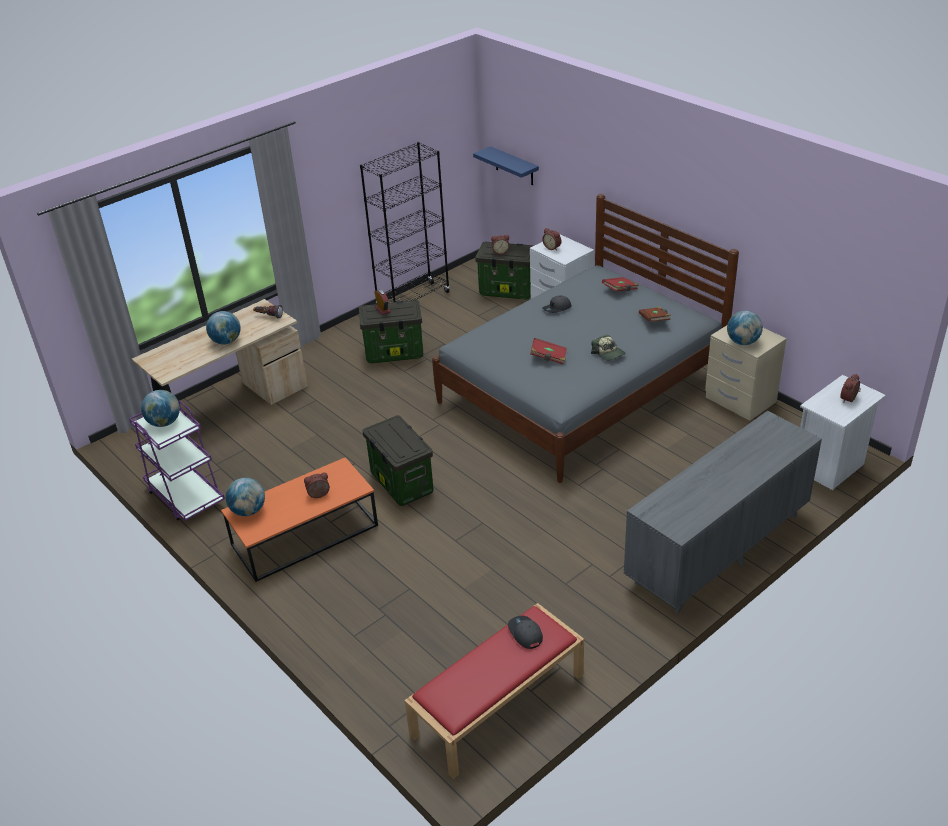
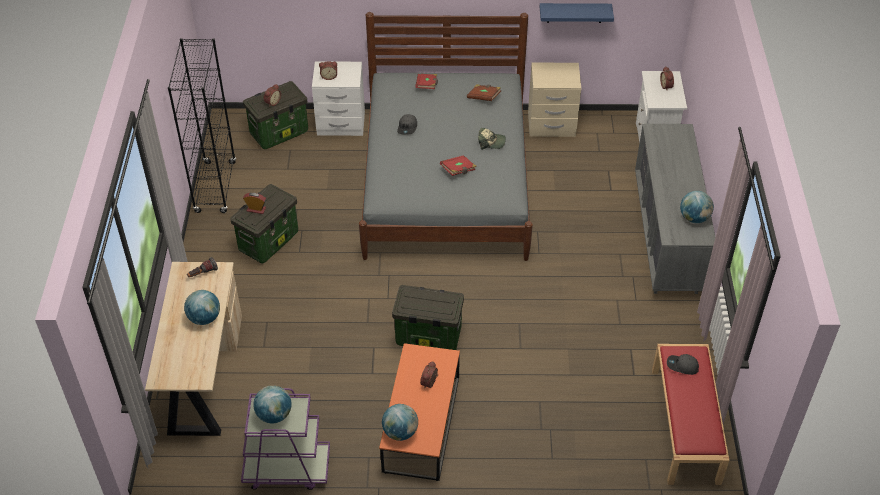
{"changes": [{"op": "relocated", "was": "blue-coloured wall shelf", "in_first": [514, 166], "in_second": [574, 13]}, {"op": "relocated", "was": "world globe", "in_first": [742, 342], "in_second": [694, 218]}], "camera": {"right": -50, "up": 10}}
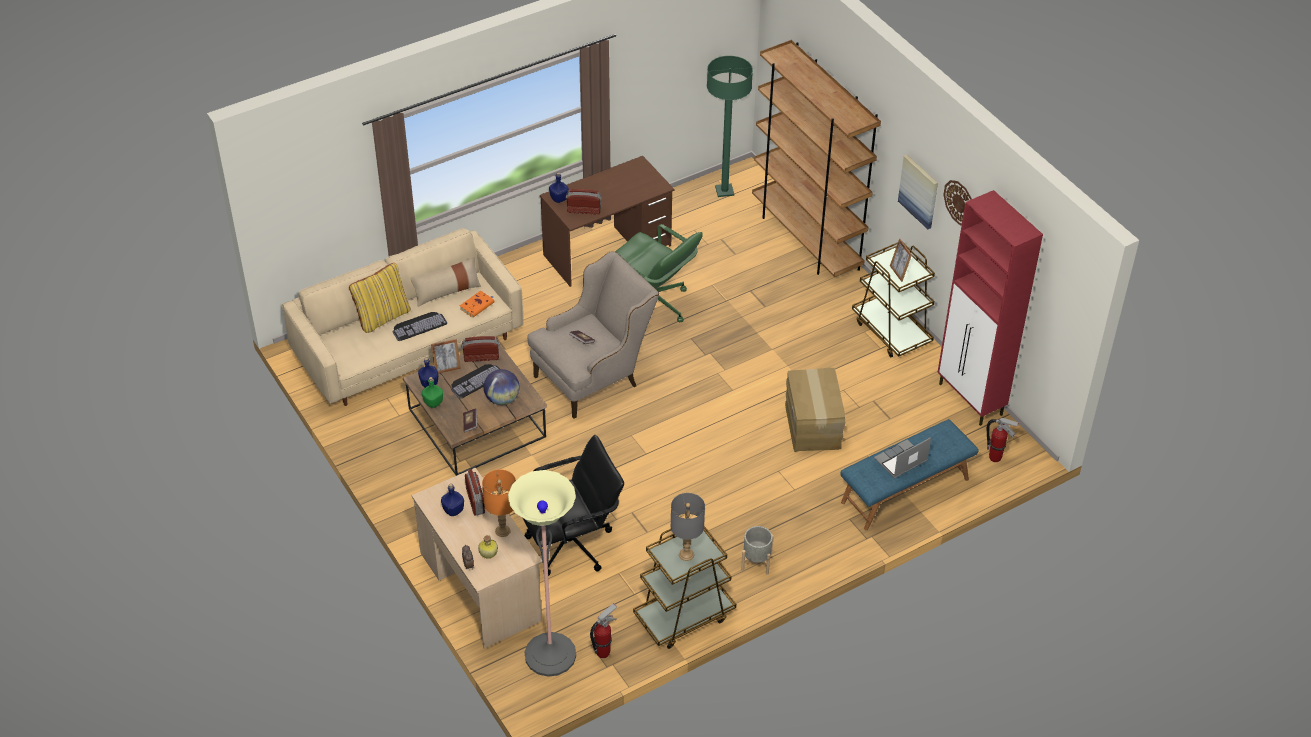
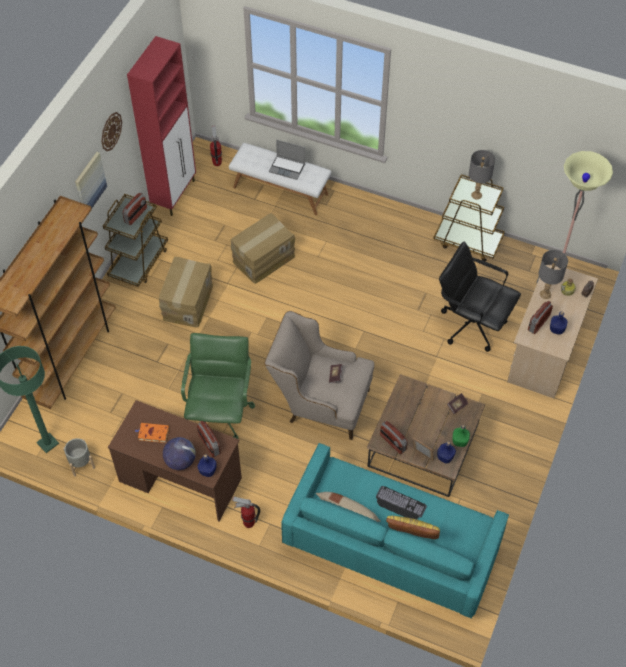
{"changes": [{"op": "colour", "was": "beige sofa", "now": "turquoise-coloured sofa", "in_first": [408, 346], "in_second": [391, 545]}, {"op": "exchanged", "was": "picture frame", "now": "radio receiver", "in_first": [899, 273], "in_second": [136, 215]}, {"op": "relocated", "was": "orange-coloured bound book", "in_first": [477, 305], "in_second": [152, 433]}, {"op": "missing", "was": "keyboard", "in_first": [476, 380]}, {"op": "relocated", "was": "world globe", "in_first": [502, 399], "in_second": [180, 461]}, {"op": "colour", "was": "blue-coloured indoor bench", "now": "white indoor bench", "in_first": [905, 491], "in_second": [280, 190]}, {"op": "colour", "was": "orange-coloured lamp for a table", "now": "gray lamp for a table", "in_first": [502, 531], "in_second": [545, 294]}, {"op": "relocated", "was": "gray planter", "in_first": [756, 562], "in_second": [81, 463]}, {"op": "relocated", "was": "fire extinguisher", "in_first": [603, 652], "in_second": [248, 523]}, {"op": "appeared", "now": "cardboard box", "in_second": [187, 302]}], "camera": {"right": -125, "up": 10}}
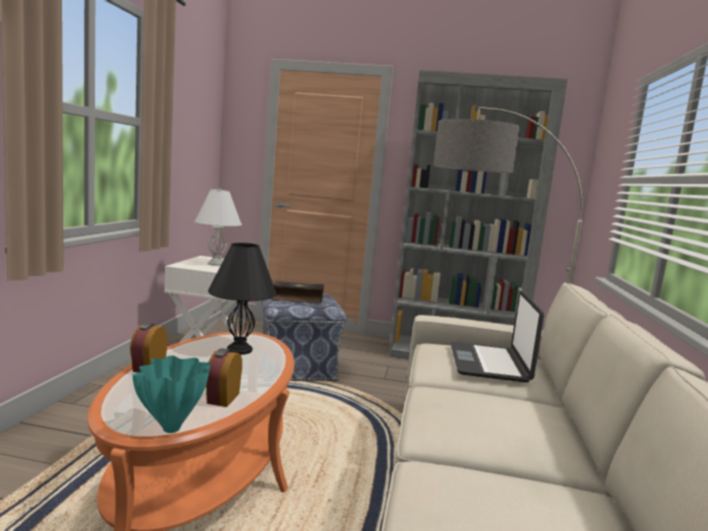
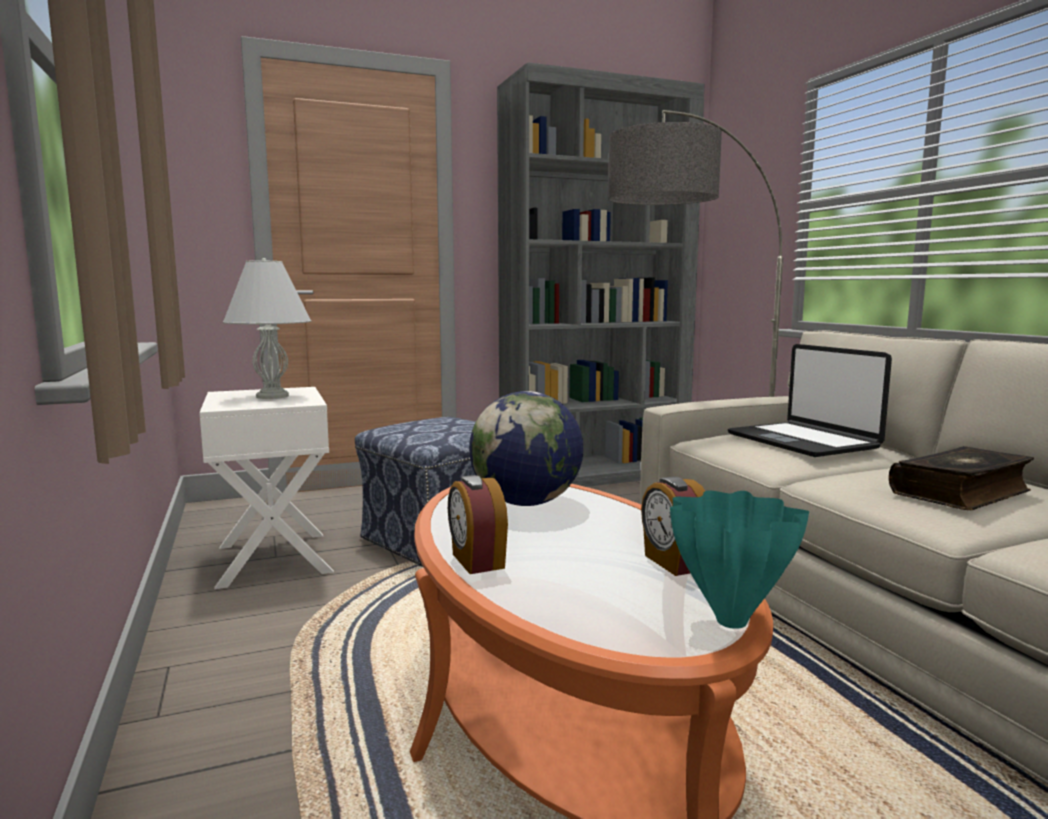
{"changes": [{"op": "exchanged", "was": "blackish lamp for a table", "now": "world globe", "in_first": [238, 350], "in_second": [526, 503]}, {"op": "relocated", "was": "bound book", "in_first": [297, 299], "in_second": [961, 493]}], "camera": {"right": -30, "up": 0}}
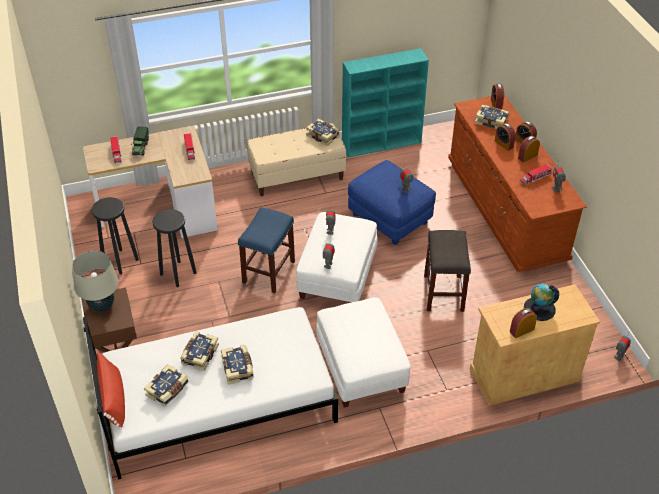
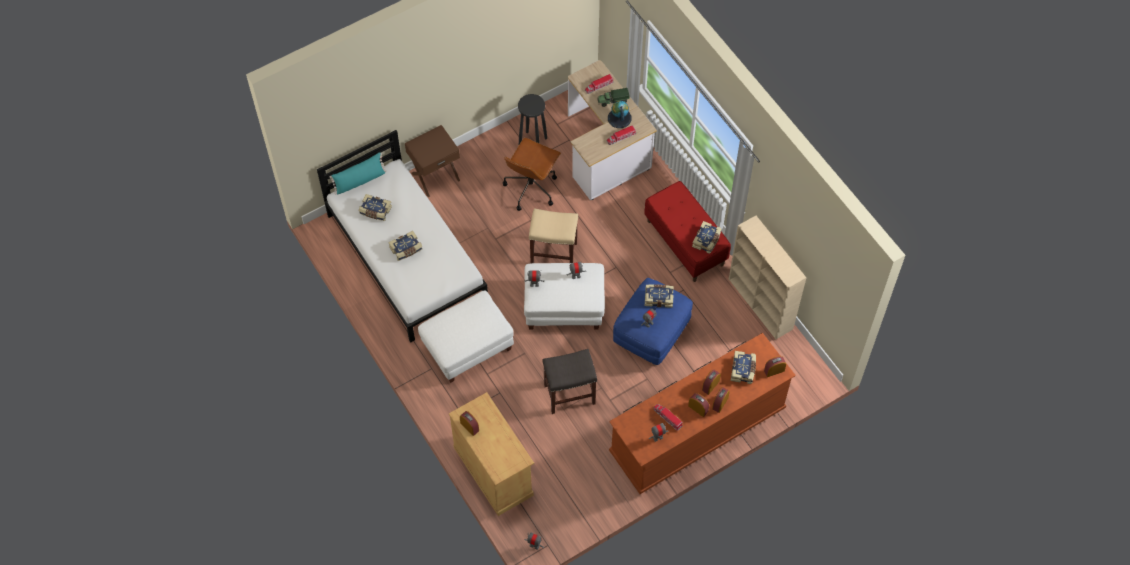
{"changes": [{"op": "colour", "was": "turquoise-coloured bookshelf", "now": "beige bookshelf", "in_first": [382, 143], "in_second": [761, 304]}, {"op": "colour", "was": "beige indoor bench", "now": "reddish indoor bench", "in_first": [297, 176], "in_second": [685, 243]}, {"op": "colour", "was": "blue-coloured stool", "now": "beige stool", "in_first": [268, 271], "in_second": [554, 253]}, {"op": "exchanged", "was": "blackish stool", "now": "brownish desk chair", "in_first": [177, 274], "in_second": [531, 188]}, {"op": "missing", "was": "beige lamp for a table", "in_first": [102, 306]}, {"op": "relocated", "was": "world globe", "in_first": [539, 309], "in_second": [619, 118]}, {"op": "relocated", "was": "bound book", "in_first": [199, 355], "in_second": [658, 297]}, {"op": "colour", "was": "reddish pillow", "now": "turquoise-coloured pillow", "in_first": [113, 399], "in_second": [360, 181]}], "camera": {"right": 75, "up": 15}}
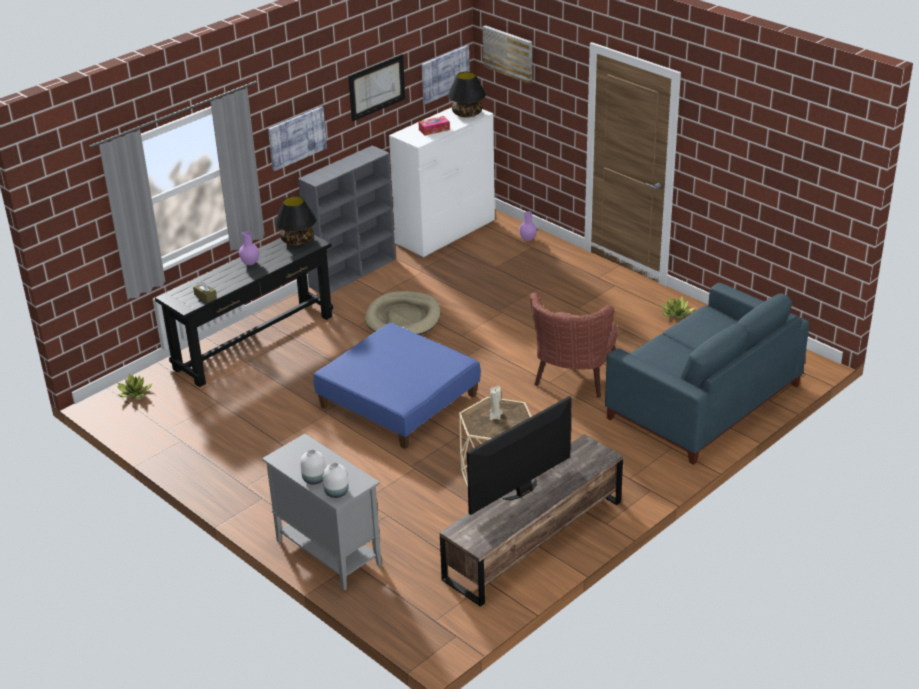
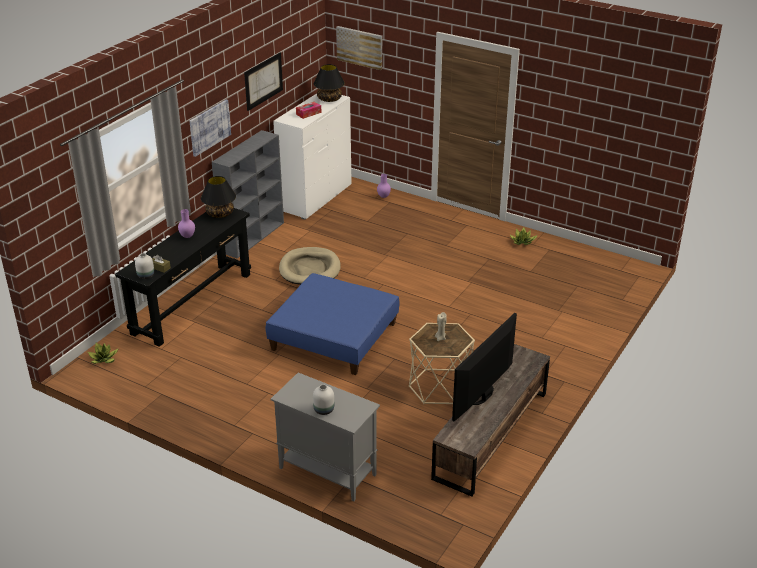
{"changes": [{"op": "missing", "was": "picture", "in_first": [445, 74]}, {"op": "missing", "was": "blue-coloured sofa", "in_first": [702, 401]}, {"op": "missing", "was": "brownish easy chair", "in_first": [572, 379]}, {"op": "relocated", "was": "white vase", "in_first": [336, 492], "in_second": [145, 276]}], "camera": {"right": -15, "up": 0}}
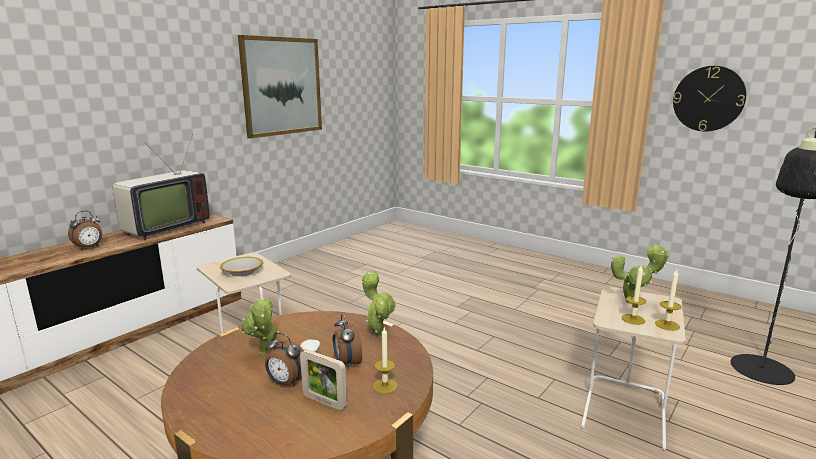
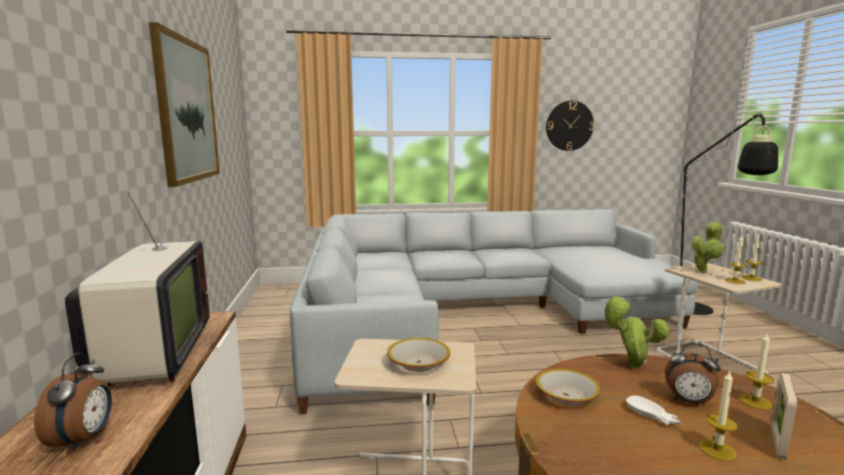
{"changes": [{"op": "missing", "was": "plant in a pot", "in_first": [264, 353]}, {"op": "exchanged", "was": "alarm clock", "now": "wax candle", "in_first": [286, 383], "in_second": [717, 450]}, {"op": "spun", "was": "picture frame", "in_first": [324, 402], "in_second": [778, 442], "clockwise": 135}, {"op": "appeared", "now": "gray sofa", "in_second": [473, 312]}, {"op": "appeared", "now": "bowl", "in_second": [566, 395]}], "camera": {"right": -45, "up": -5}}
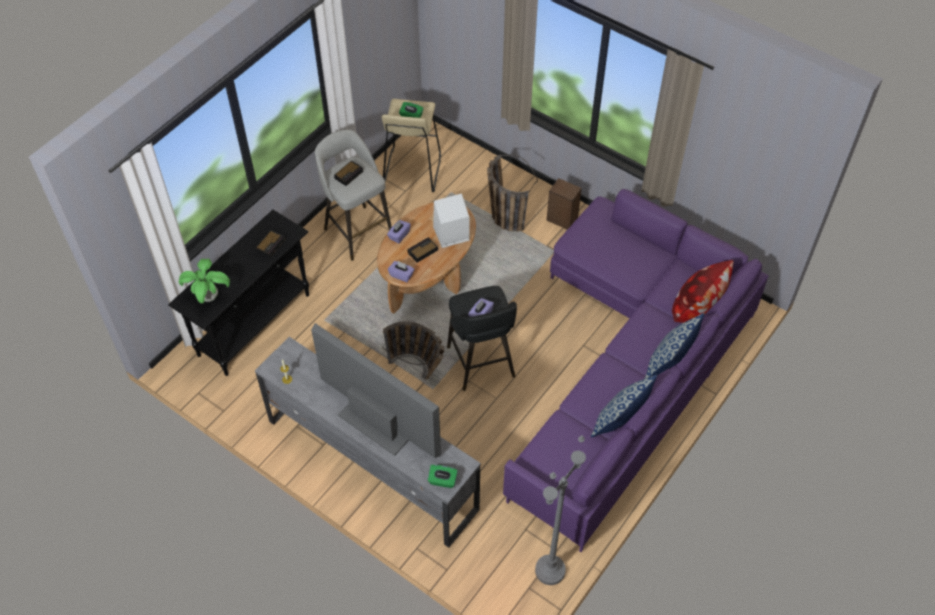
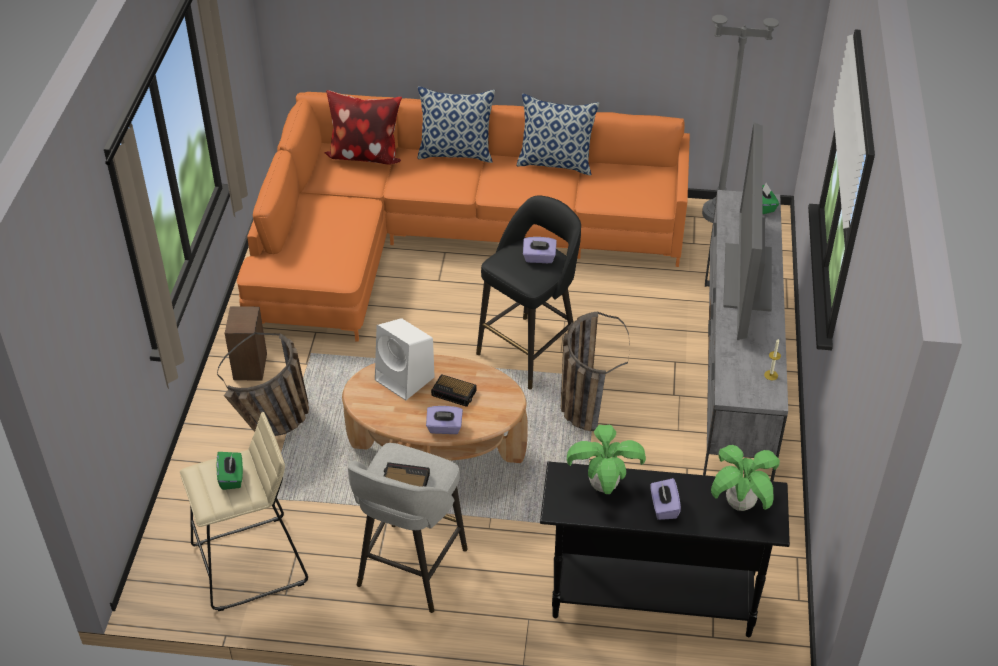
{"changes": [{"op": "colour", "was": "purplish sofa", "now": "orange-coloured sofa", "in_first": [628, 368], "in_second": [443, 237]}, {"op": "exchanged", "was": "alarm clock", "now": "plant in a pot", "in_first": [271, 245], "in_second": [603, 486]}, {"op": "relocated", "was": "purplish tissue box", "in_first": [401, 275], "in_second": [663, 507]}], "camera": {"right": -120, "up": -10}}
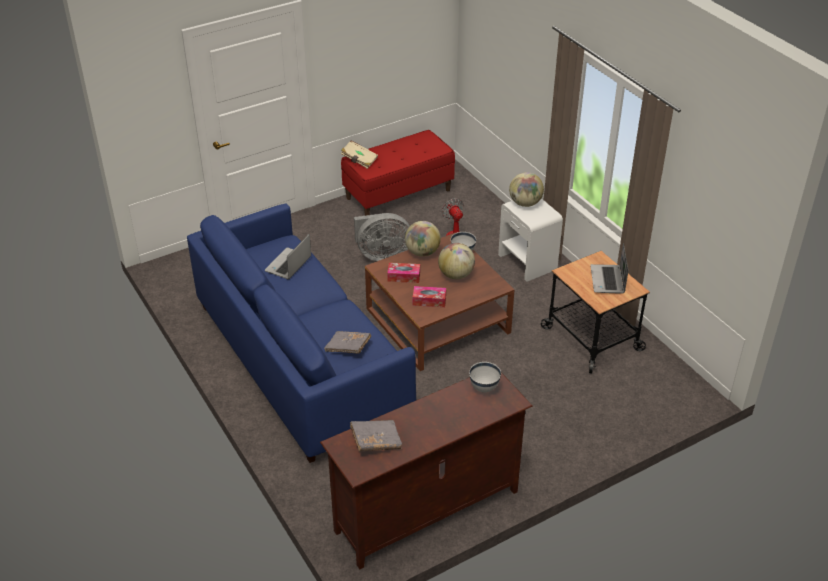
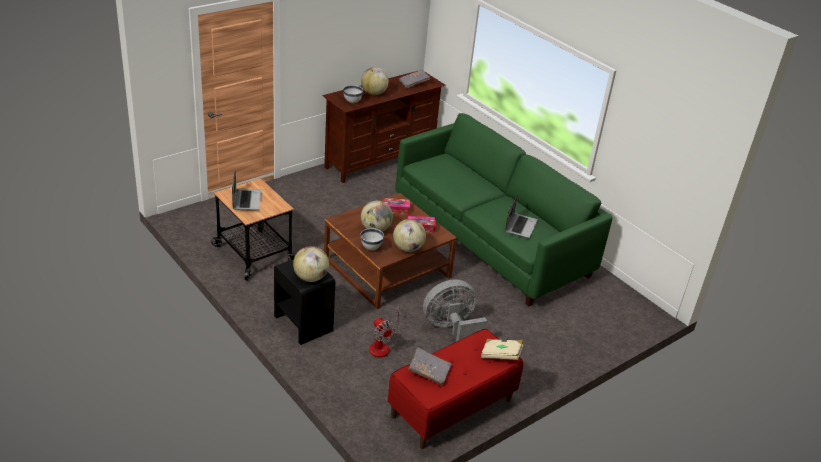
{"changes": [{"op": "colour", "was": "white night table", "now": "blackish night table", "in_first": [527, 262], "in_second": [303, 323]}, {"op": "colour", "was": "blue-coloured sofa", "now": "greenish sofa", "in_first": [301, 360], "in_second": [490, 238]}, {"op": "relocated", "was": "gray bound book", "in_first": [348, 348], "in_second": [429, 371]}, {"op": "appeared", "now": "world globe", "in_second": [374, 93]}], "camera": {"right": 170, "up": -5}}
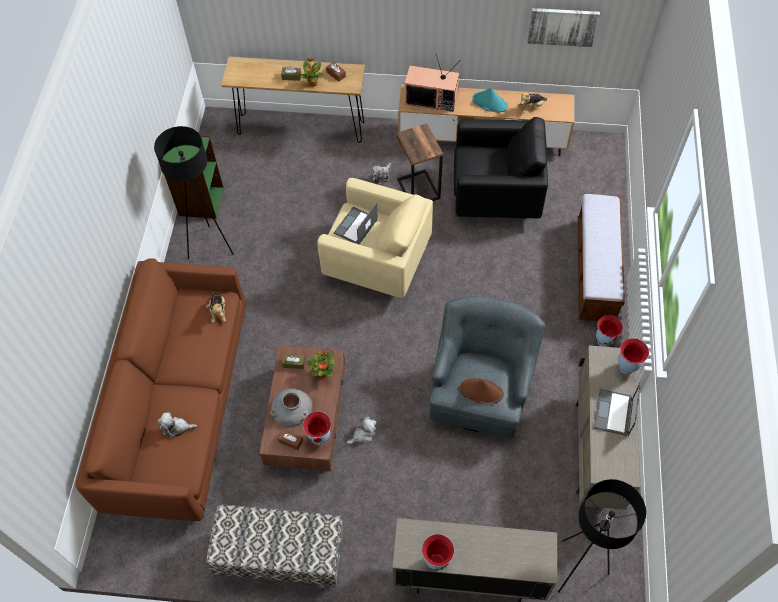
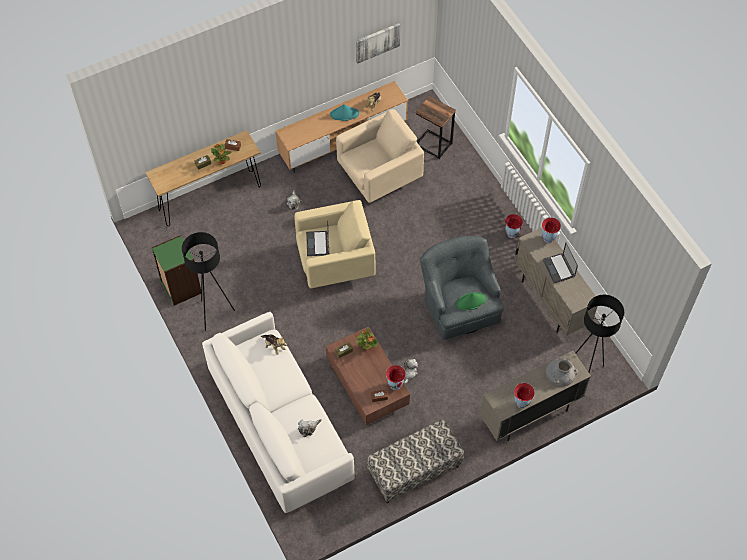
{"changes": [{"op": "missing", "was": "TV set", "in_first": [432, 98]}, {"op": "colour", "was": "blackish easy chair", "now": "beige easy chair", "in_first": [495, 195], "in_second": [379, 175]}, {"op": "relocated", "was": "accent table", "in_first": [418, 189], "in_second": [433, 144]}, {"op": "missing", "was": "indoor bench", "in_first": [595, 270]}, {"op": "colour", "was": "brownish sofa", "now": "white sofa", "in_first": [179, 406], "in_second": [279, 425]}, {"op": "colour", "was": "brownish hat", "now": "greenish hat", "in_first": [481, 391], "in_second": [471, 301]}, {"op": "relocated", "was": "gray vase", "in_first": [292, 408], "in_second": [561, 373]}], "camera": {"right": -35, "up": 0}}
